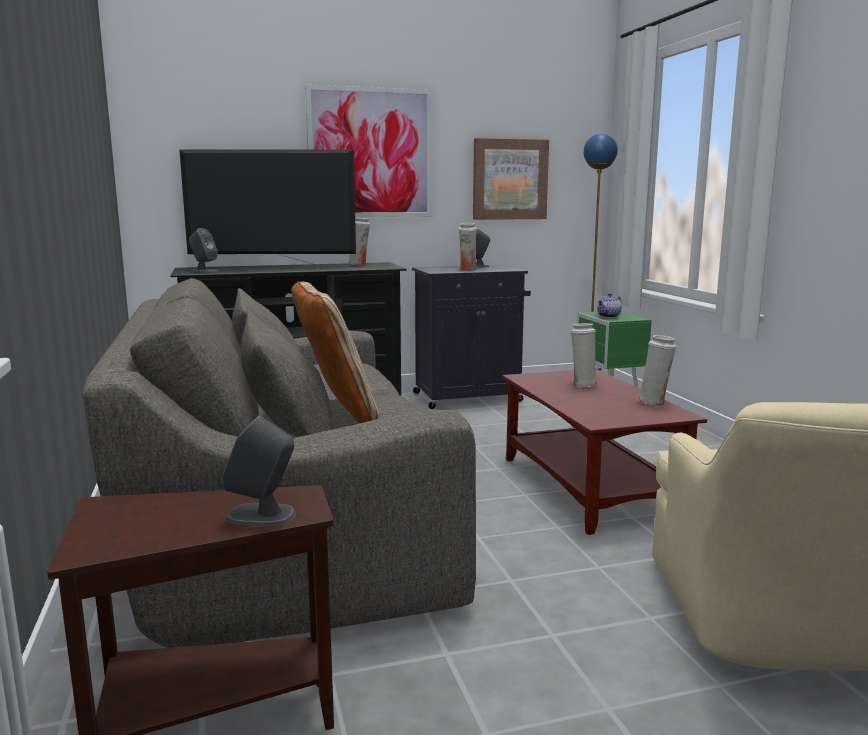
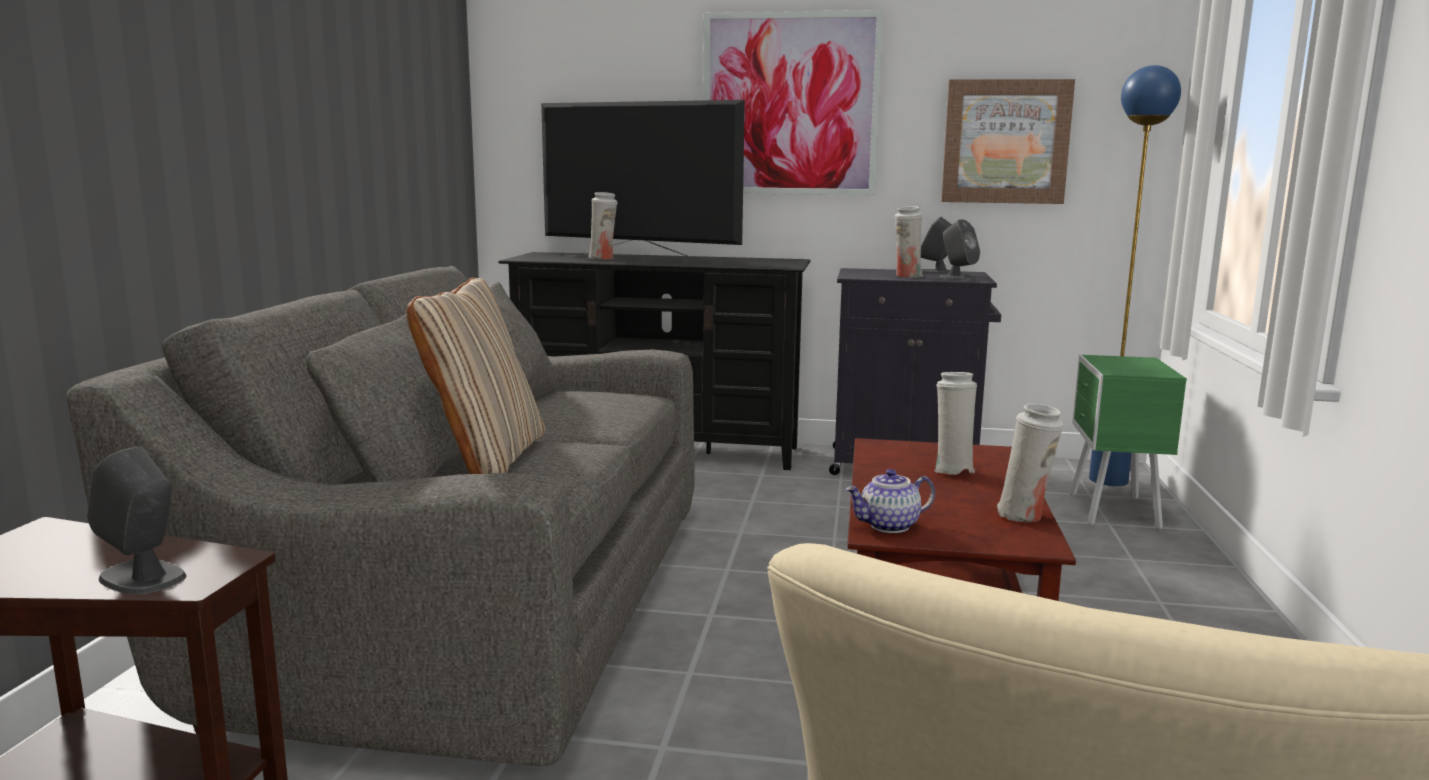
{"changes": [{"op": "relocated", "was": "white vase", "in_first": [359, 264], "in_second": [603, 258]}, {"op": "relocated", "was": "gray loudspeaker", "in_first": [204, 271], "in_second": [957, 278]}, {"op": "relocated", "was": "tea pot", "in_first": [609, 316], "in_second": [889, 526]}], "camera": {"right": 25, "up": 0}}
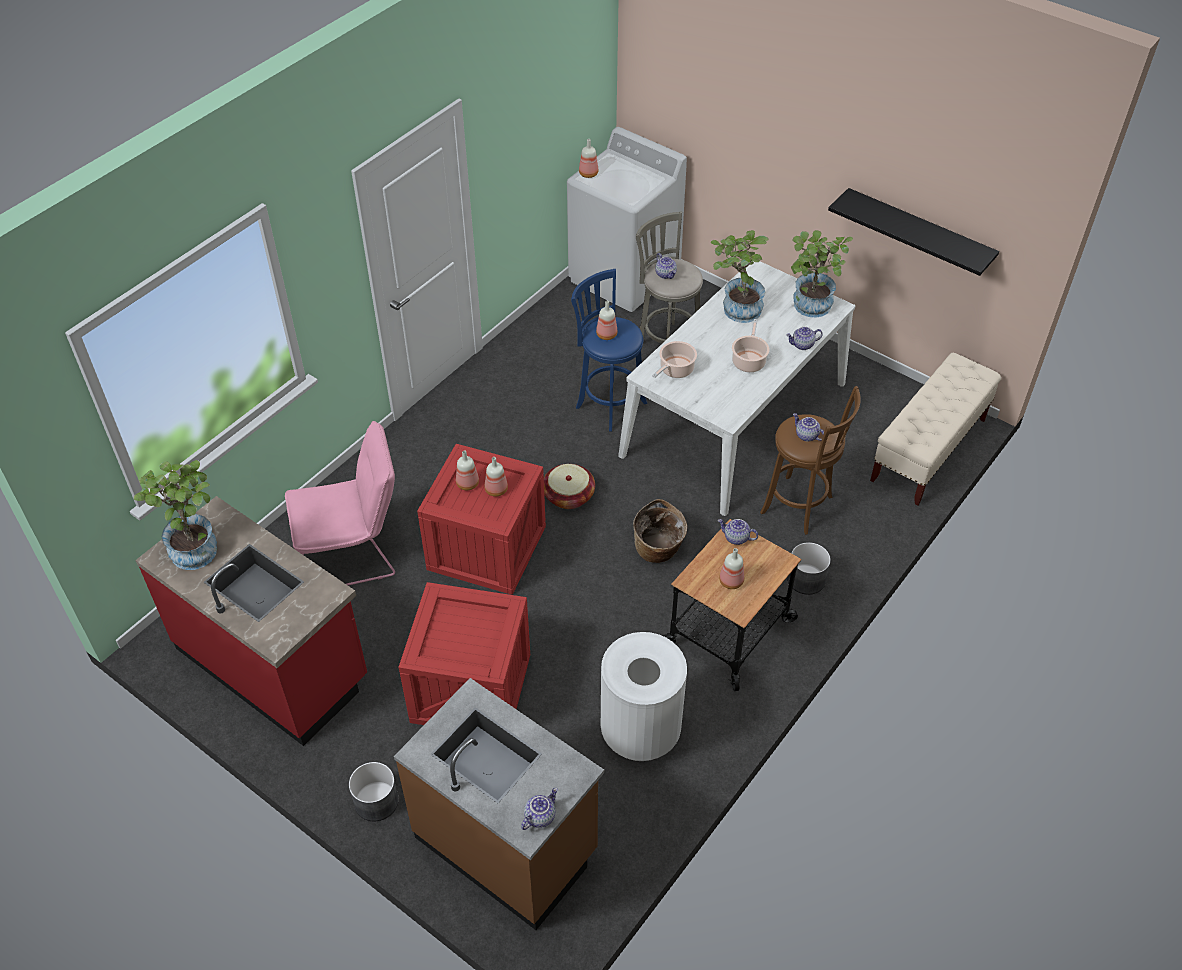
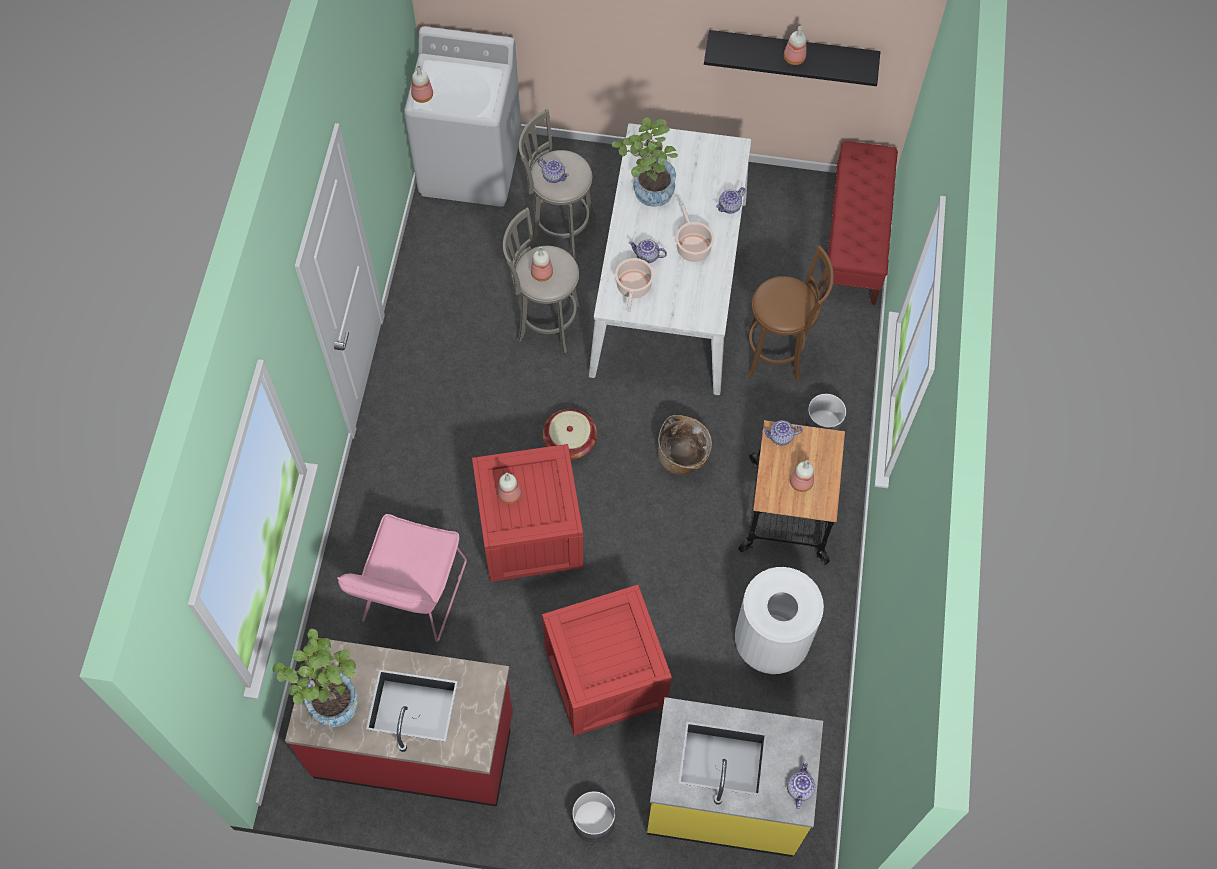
{"changes": [{"op": "missing", "was": "plant in a pot", "in_first": [809, 308]}, {"op": "colour", "was": "blue-coloured stool", "now": "gray stool", "in_first": [608, 403], "in_second": [545, 322]}, {"op": "colour", "was": "beige indoor bench", "now": "reddish indoor bench", "in_first": [928, 450], "in_second": [854, 242]}, {"op": "relocated", "was": "tea pot", "in_first": [806, 436], "in_second": [646, 256]}, {"op": "spun", "was": "pinkish upright chair", "in_first": [353, 553], "in_second": [411, 598], "clockwise": 150}, {"op": "relocated", "was": "bottle", "in_first": [495, 489], "in_second": [793, 58]}, {"op": "colour", "was": "brownish kitchen counter", "now": "yellowish kitchen counter", "in_first": [507, 844], "in_second": [724, 798]}], "camera": {"right": -30, "up": 15}}
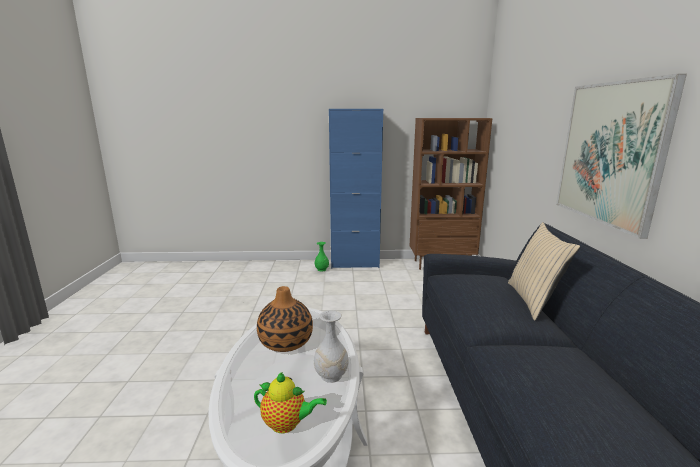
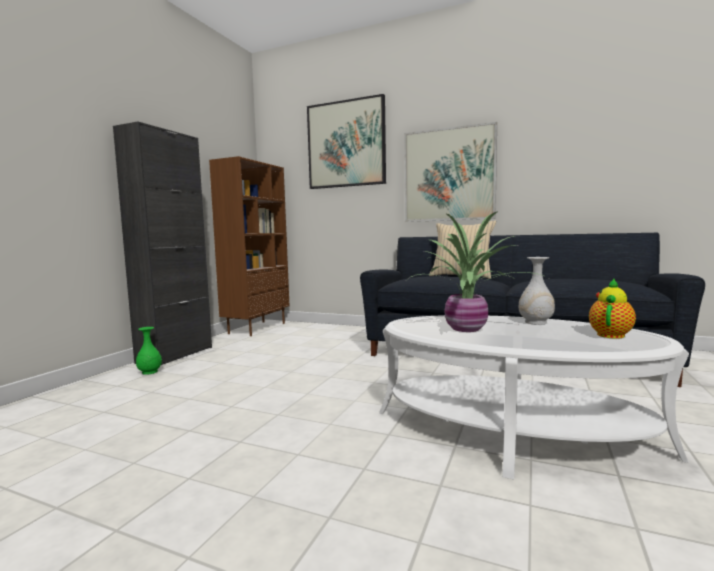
{"changes": [{"op": "colour", "was": "blue-coloured cabinet", "now": "blackish cabinet", "in_first": [354, 264], "in_second": [175, 355]}, {"op": "exchanged", "was": "vase", "now": "plant in a pot", "in_first": [285, 342], "in_second": [468, 329]}, {"op": "appeared", "now": "picture", "in_second": [346, 144]}], "camera": {"right": -65, "up": -10}}
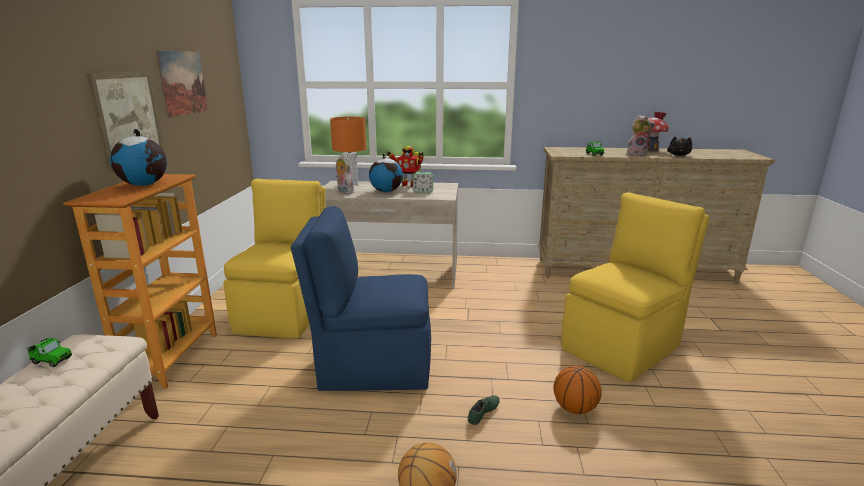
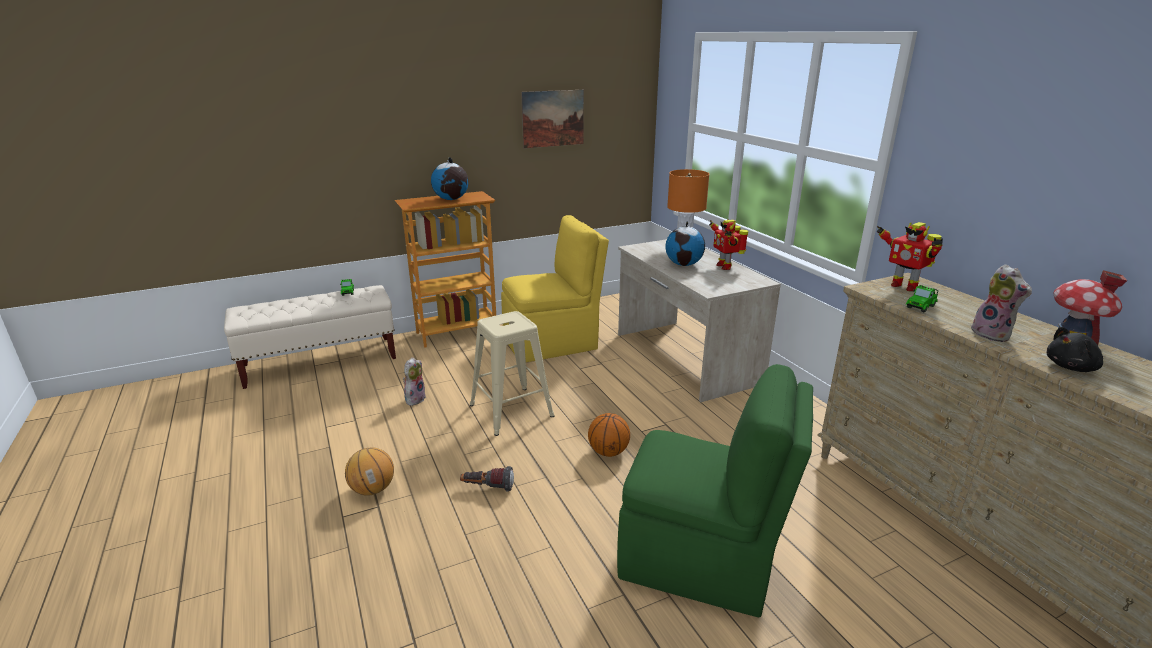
{"changes": [{"op": "missing", "was": "picture", "in_first": [128, 118]}, {"op": "relocated", "was": "plush toy", "in_first": [344, 192], "in_second": [415, 398]}, {"op": "missing", "was": "alarm clock", "in_first": [423, 191]}, {"op": "colour", "was": "yellowish upright chair", "now": "greenish upright chair", "in_first": [623, 347], "in_second": [700, 561]}, {"op": "exchanged", "was": "blue-coloured upright chair", "now": "beige stool", "in_first": [372, 366], "in_second": [511, 409]}, {"op": "relocated", "was": "ball for basketball", "in_first": [574, 408], "in_second": [608, 452]}, {"op": "exchanged", "was": "greenish low shoe", "now": "flashlight", "in_first": [483, 413], "in_second": [487, 488]}, {"op": "appeared", "now": "robot figure", "in_second": [903, 286]}], "camera": {"right": 60, "up": 5}}
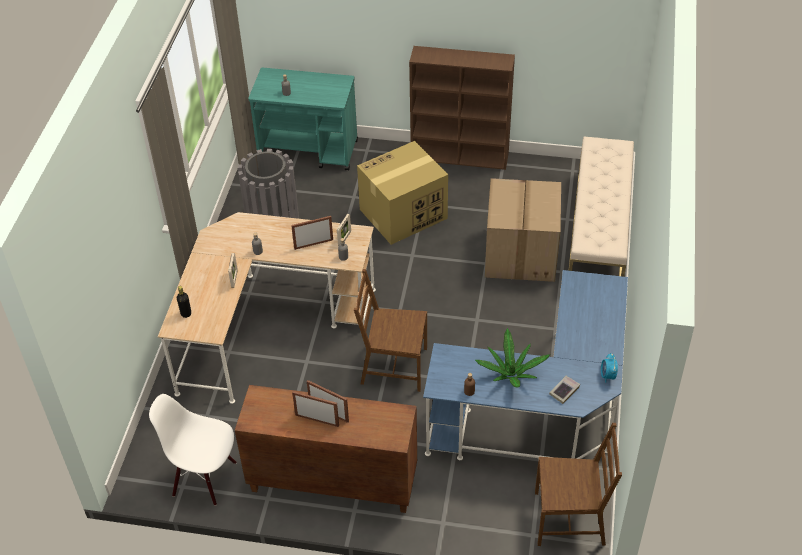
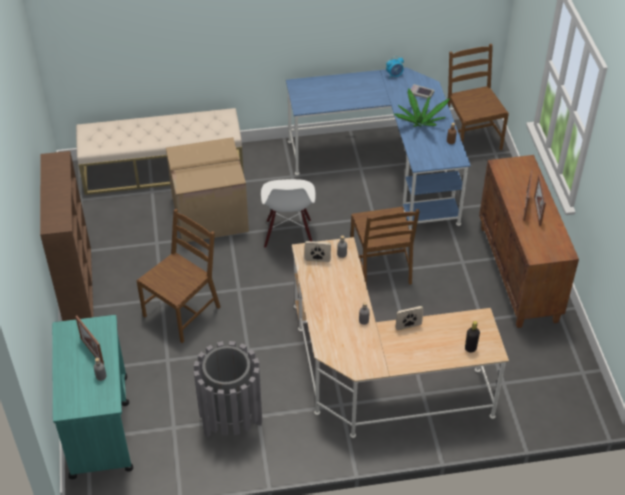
{"changes": [{"op": "exchanged", "was": "cardboard box", "now": "brownish upright chair", "in_first": [402, 214], "in_second": [182, 311]}, {"op": "relocated", "was": "picture frame", "in_first": [313, 244], "in_second": [92, 352]}, {"op": "relocated", "was": "white upright chair", "in_first": [205, 478], "in_second": [288, 234]}], "camera": {"right": -110, "up": 0}}
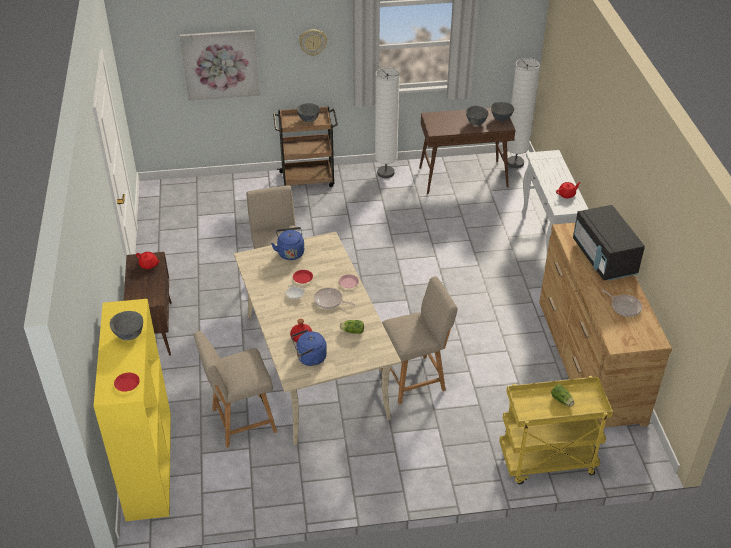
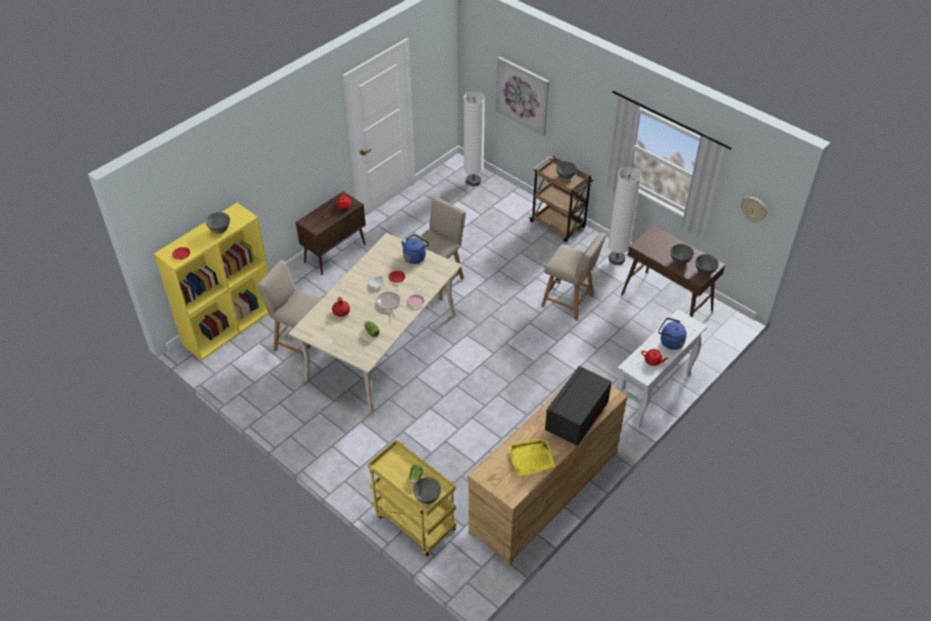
{"changes": [{"op": "relocated", "was": "hanging clock", "in_first": [312, 42], "in_second": [754, 209]}, {"op": "relocated", "was": "white floor lamp", "in_first": [515, 163], "in_second": [473, 181]}, {"op": "relocated", "was": "beige upright chair", "in_first": [416, 378], "in_second": [569, 301]}, {"op": "exchanged", "was": "pan", "now": "yellowish serving tray", "in_first": [624, 307], "in_second": [531, 458]}, {"op": "relocated", "was": "blue-coloured tea kettle", "in_first": [309, 358], "in_second": [670, 342]}, {"op": "appeared", "now": "gray bowl", "in_second": [428, 498]}], "camera": {"right": 50, "up": 5}}
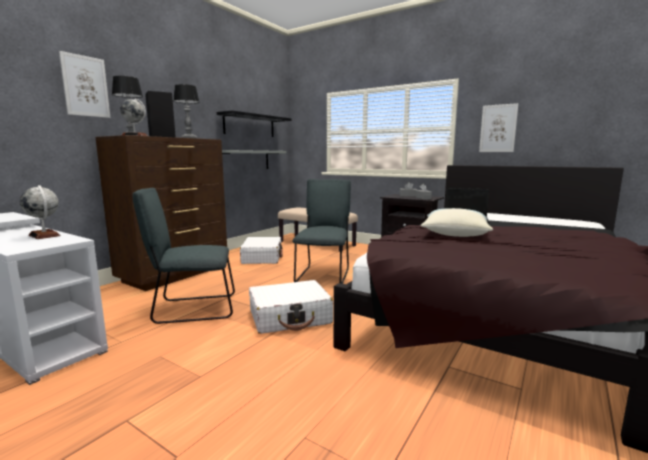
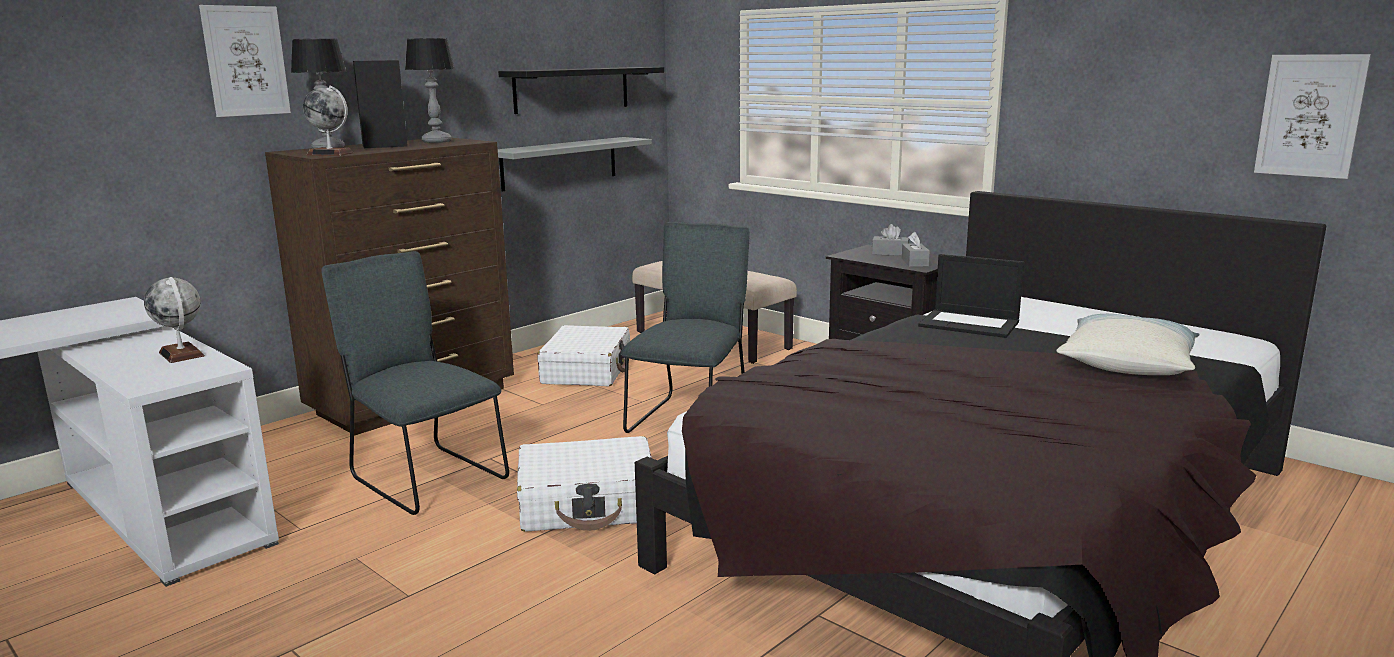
{"changes": [{"op": "relocated", "was": "picture", "in_first": [498, 128], "in_second": [1310, 116]}, {"op": "spun", "was": "gray upright chair", "in_first": [191, 309], "in_second": [424, 477], "clockwise": 45}, {"op": "relocated", "was": "pillow", "in_first": [455, 233], "in_second": [1127, 364]}], "camera": {"right": 10, "up": 5}}
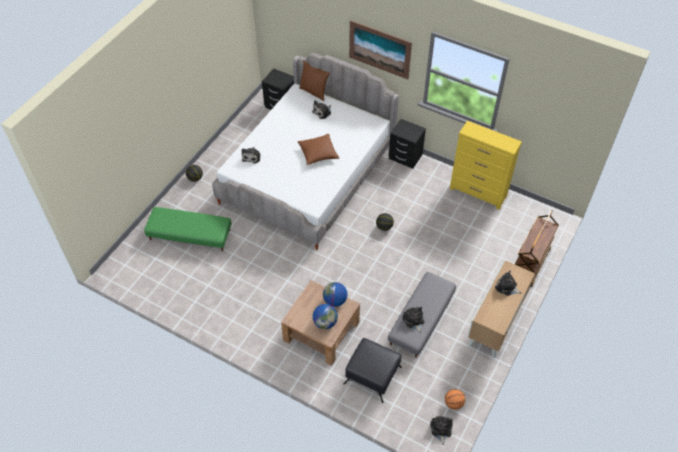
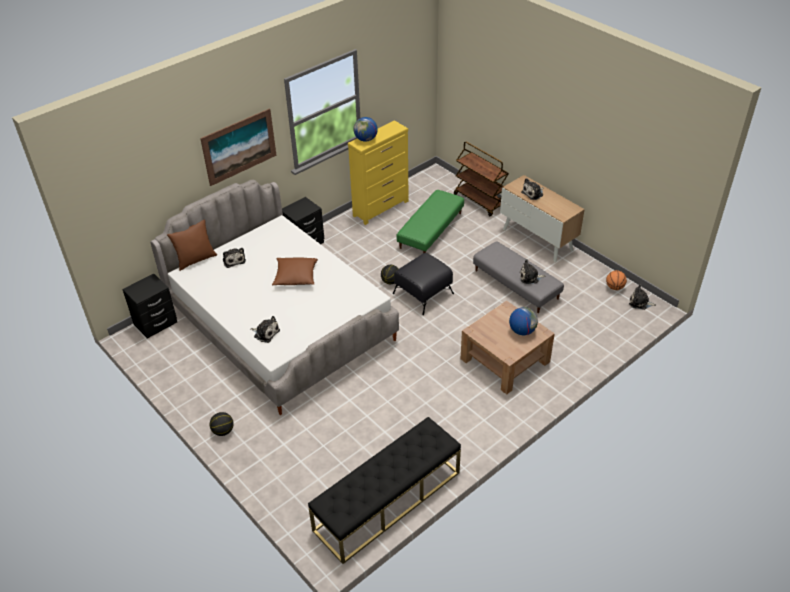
{"changes": [{"op": "relocated", "was": "greenish footrest", "in_first": [190, 235], "in_second": [431, 230]}, {"op": "relocated", "was": "world globe", "in_first": [335, 301], "in_second": [366, 139]}, {"op": "relocated", "was": "blackish footrest", "in_first": [372, 375], "in_second": [422, 293]}, {"op": "appeared", "now": "blackish indoor bench", "in_second": [387, 501]}], "camera": {"right": -70, "up": -10}}
